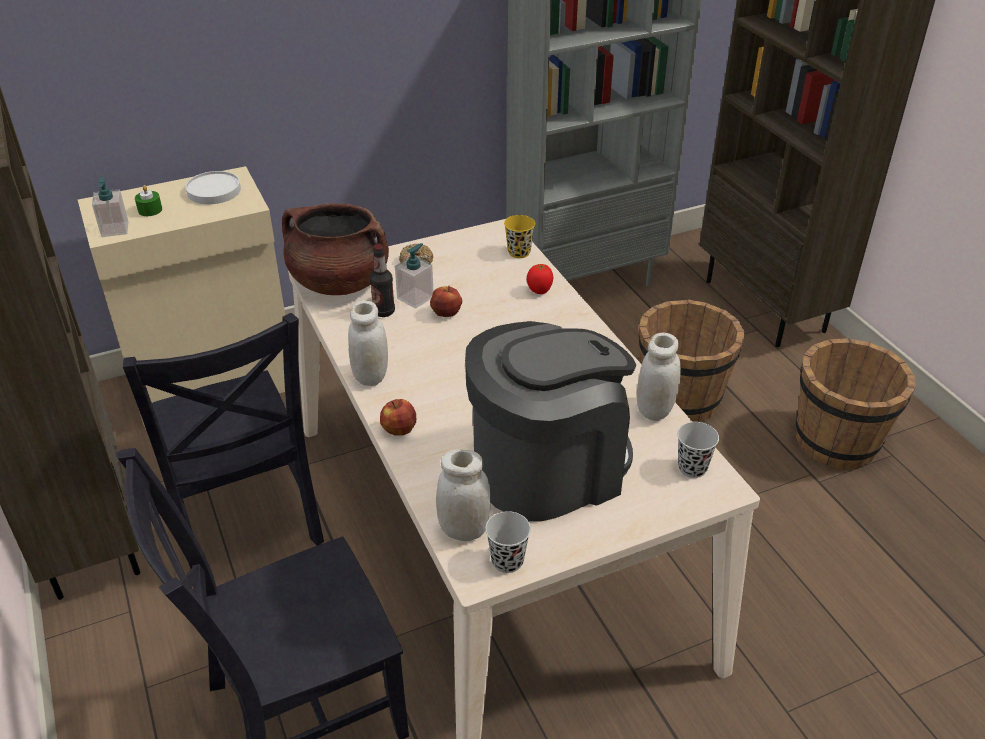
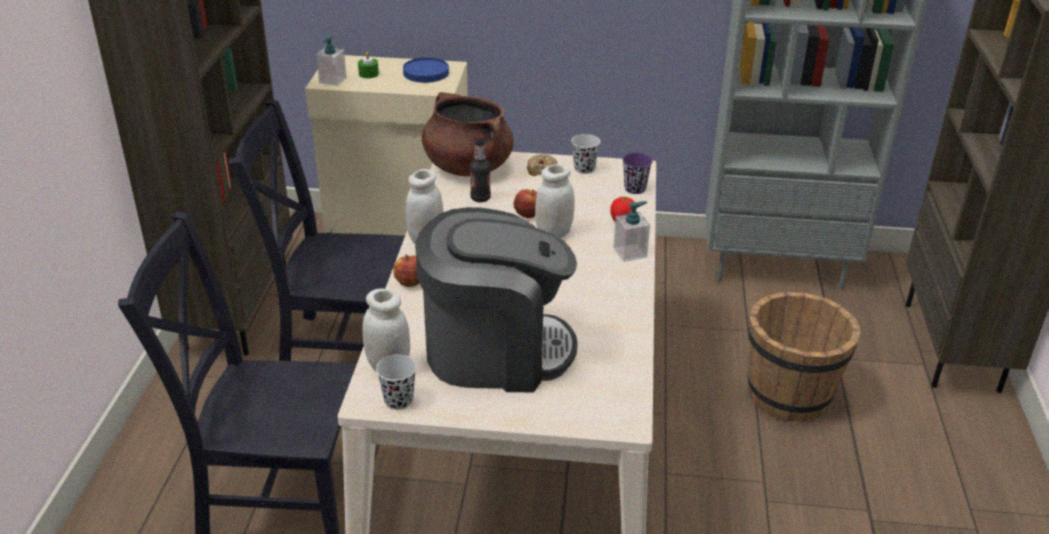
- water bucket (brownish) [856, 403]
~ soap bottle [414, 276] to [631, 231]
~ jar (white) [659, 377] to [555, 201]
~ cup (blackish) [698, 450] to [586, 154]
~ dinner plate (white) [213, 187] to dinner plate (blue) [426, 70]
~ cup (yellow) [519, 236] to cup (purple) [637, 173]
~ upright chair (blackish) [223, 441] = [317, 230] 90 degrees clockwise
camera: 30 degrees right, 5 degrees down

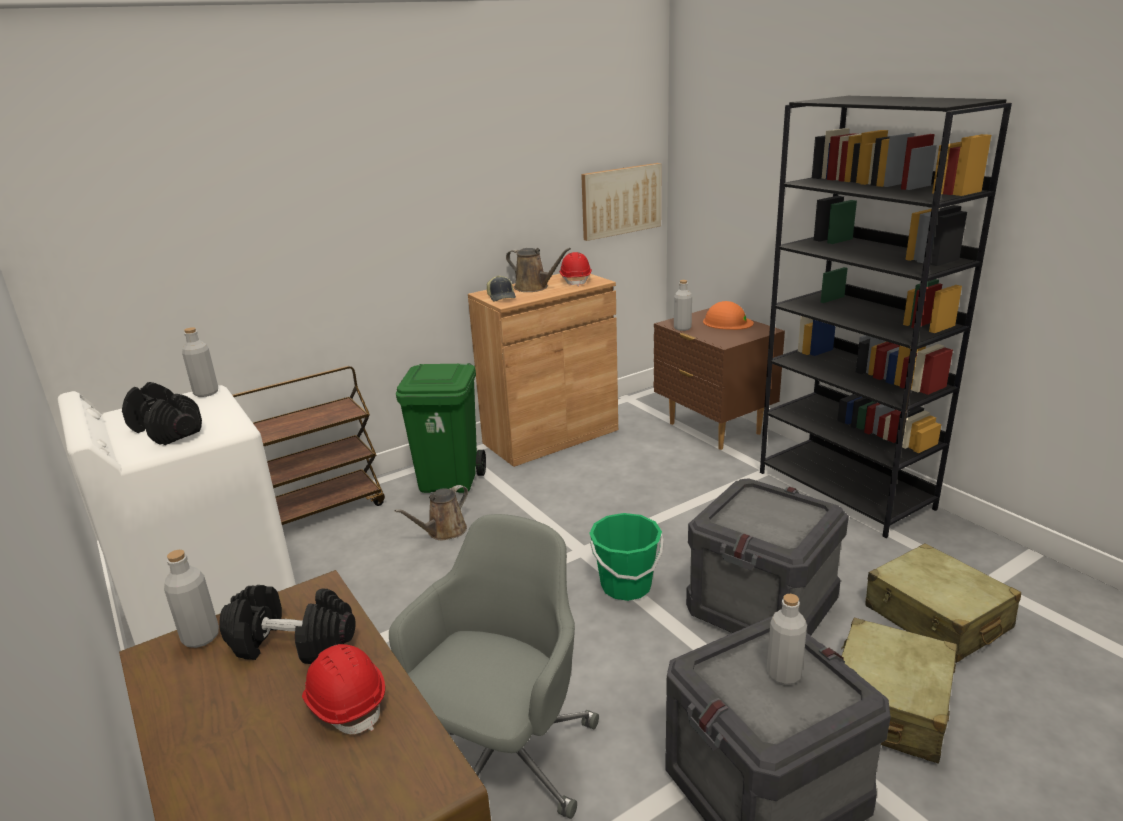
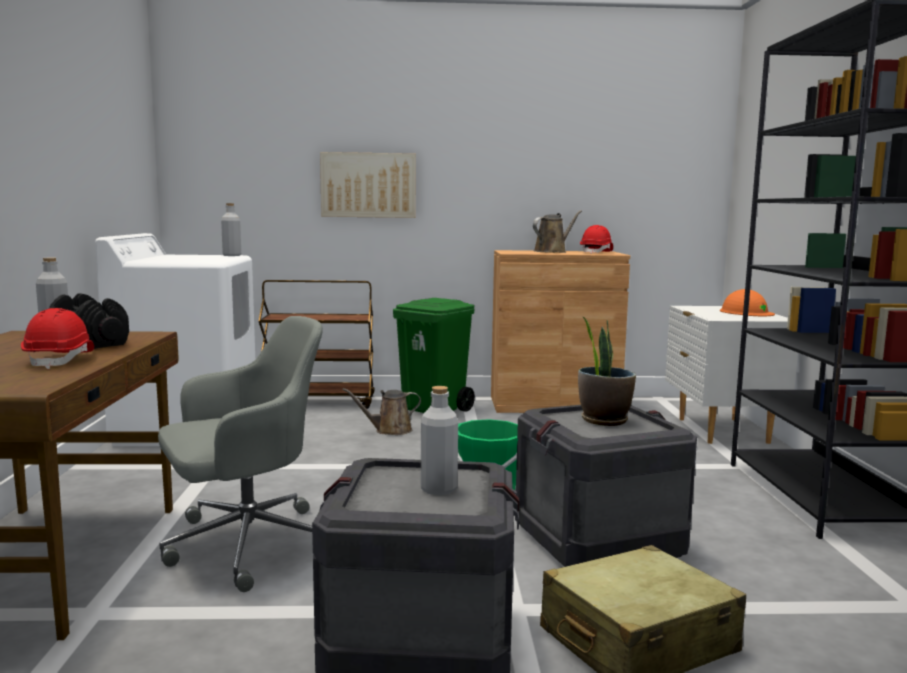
- dumbbell (blackish) [162, 413]
- peaked cap [501, 288]
- bottle (grey) [683, 305]
- suitcase (beige) [943, 603]
+ plant in a pot [607, 371]
~ wall art [621, 202] to [368, 185]
~ bedside table (brownish) [719, 379] to bedside table (white) [731, 375]
~ watering pot (brownish) [538, 270] = [557, 231] 105 degrees counterclockwise
camera: 30 degrees right, 15 degrees down

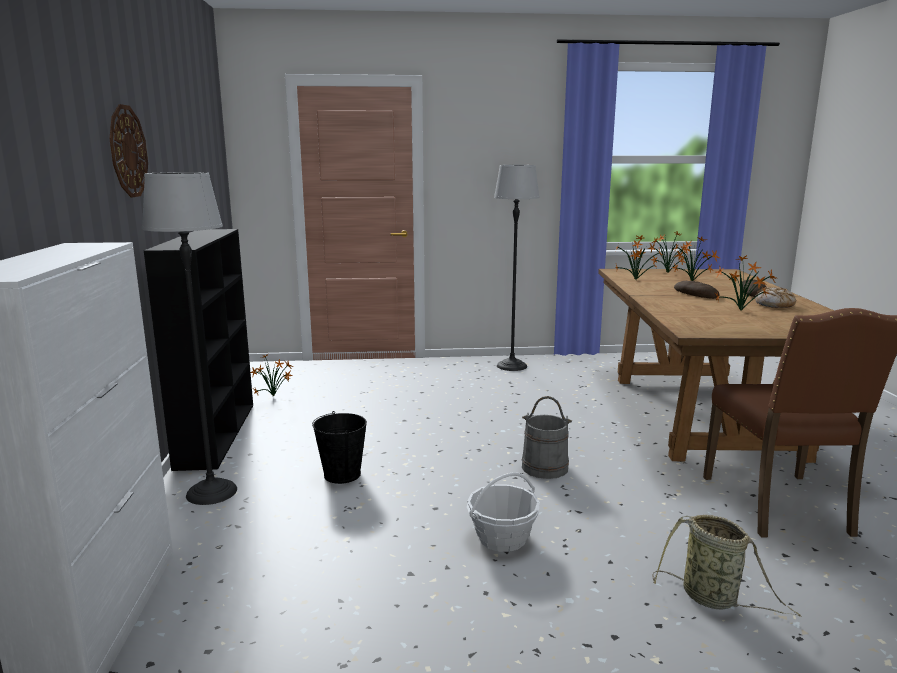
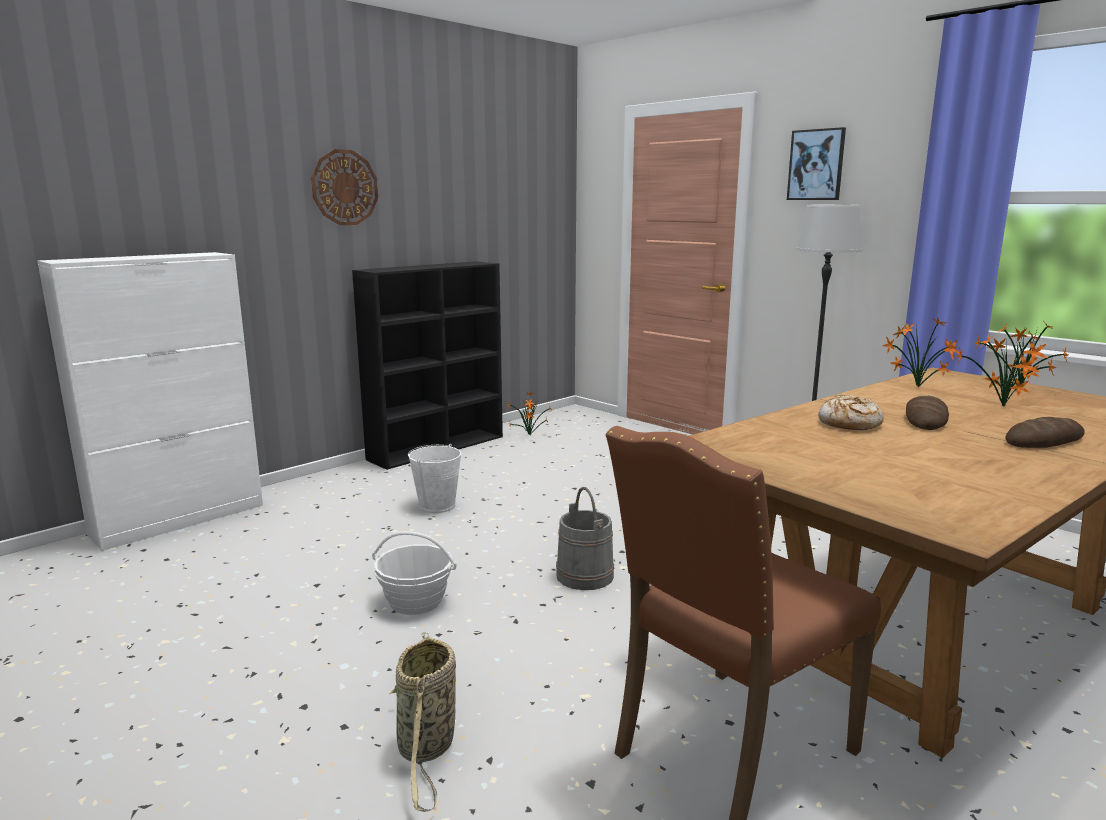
- standing lamp [189, 338]
- plant in a pot [745, 282]
+ wall art [816, 163]
~ bread [775, 297] to [851, 412]
~ water bucket (blackish) [339, 447] to water bucket (white) [434, 478]
camera: 50 degrees right, 0 degrees up

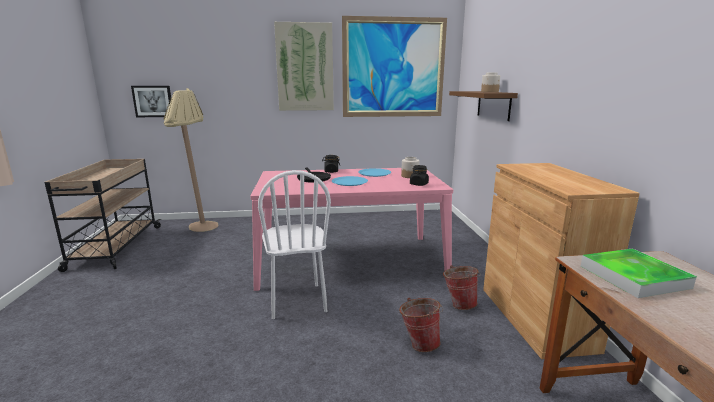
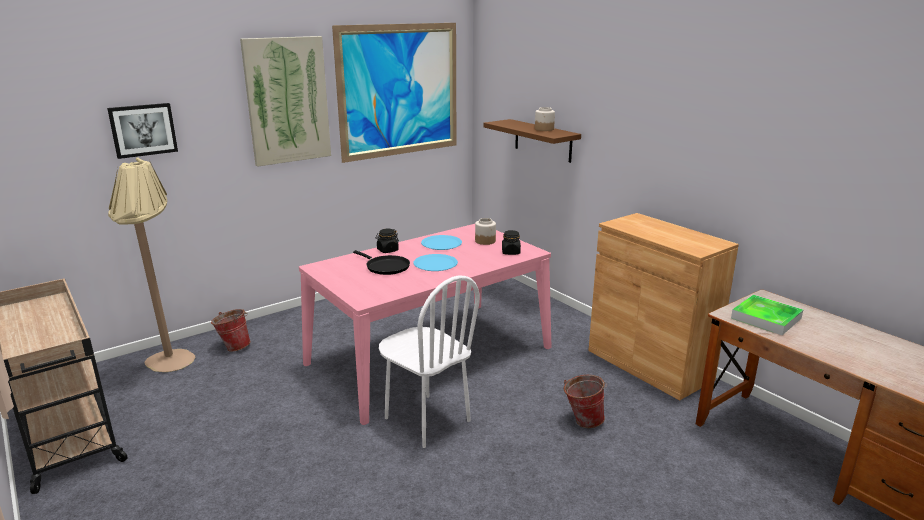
~ wall art [151, 101] to [142, 131]
~ water bucket [462, 287] to [231, 330]
camera: 30 degrees left, 5 degrees up

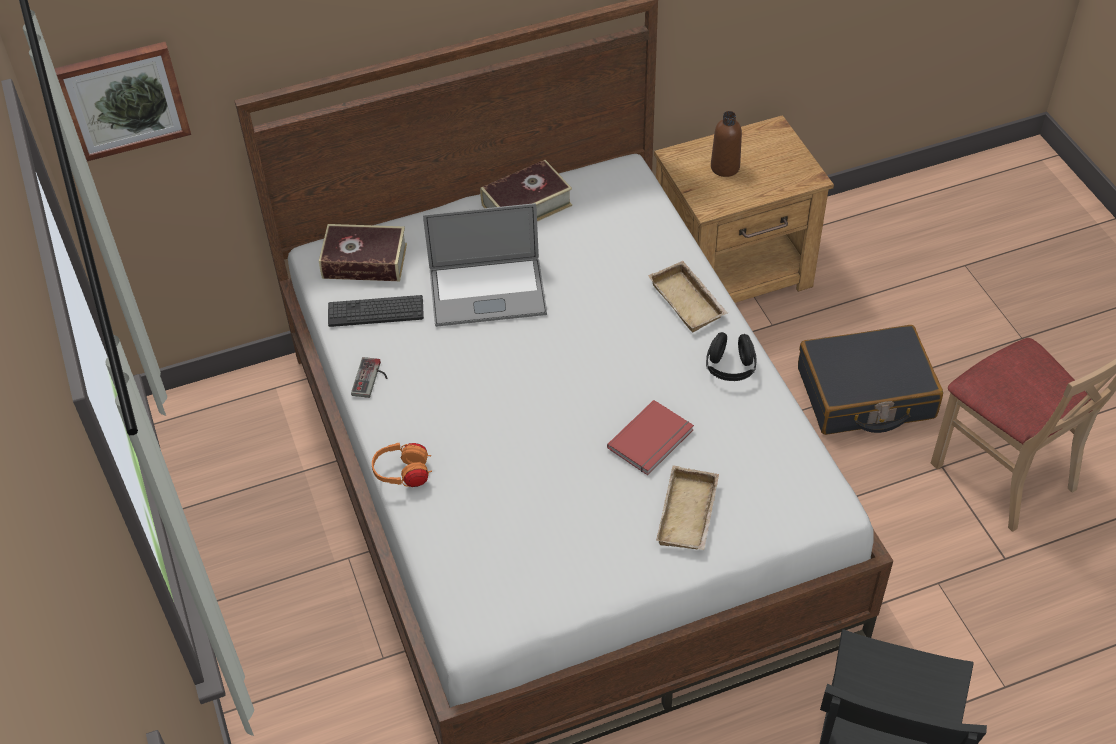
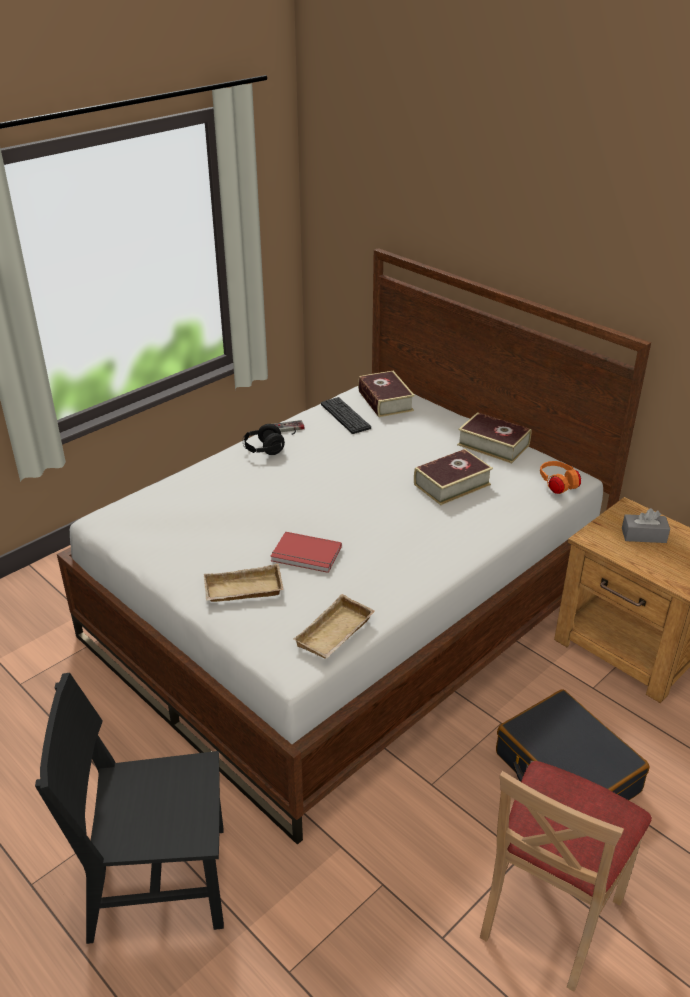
- wall art [122, 101]
- notebook computer [485, 265]
+ bound book [453, 477]
~ headphones (orange-coloured) [402, 465] to [560, 477]
~ serving tray (beige) [688, 296] to [334, 626]
~ headphones (blackish) [731, 356] to [263, 439]
~ bottle (brownish) [726, 144] to box of tissues (grey) [646, 525]
camera: 65 degrees right, 15 degrees down

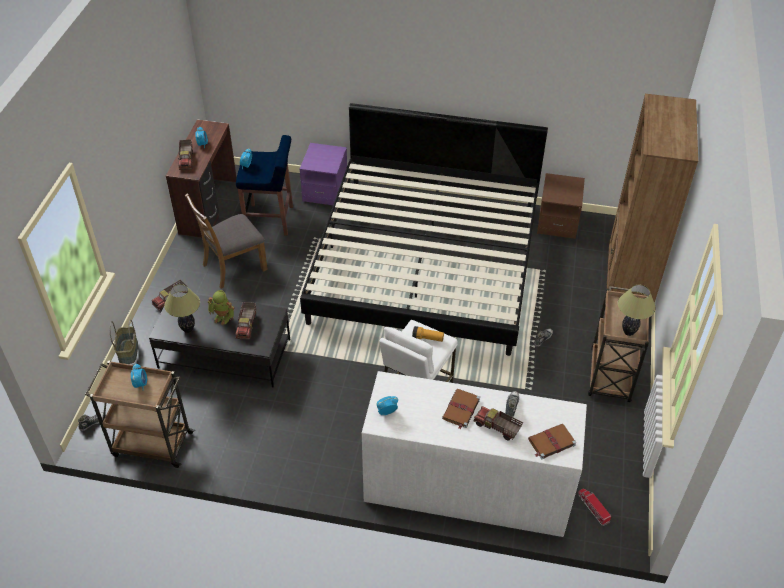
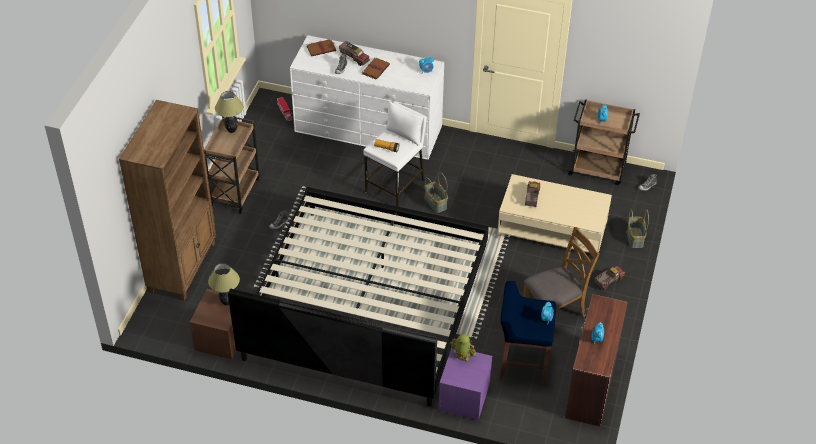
- model truck [185, 154]
+ basket [436, 192]
~ lamp for a table [182, 308] to [224, 284]
~ model robot [221, 307] to [463, 348]
~ lounge table (blackish) [219, 339] to lounge table (beige) [554, 213]
camera: 175 degrees left, 0 degrees up

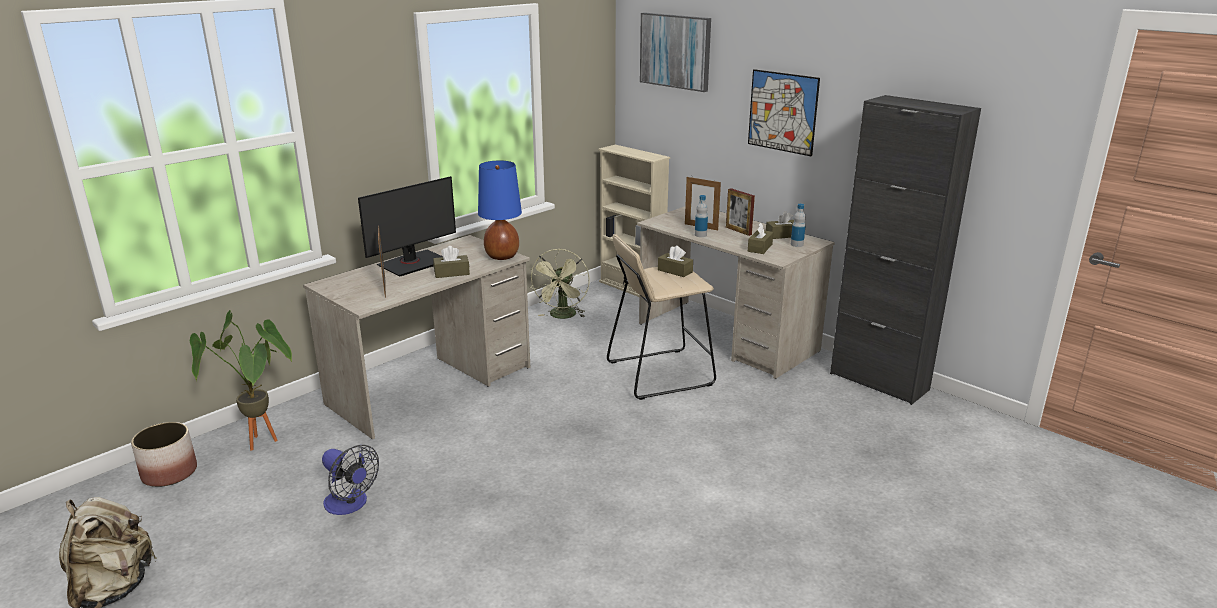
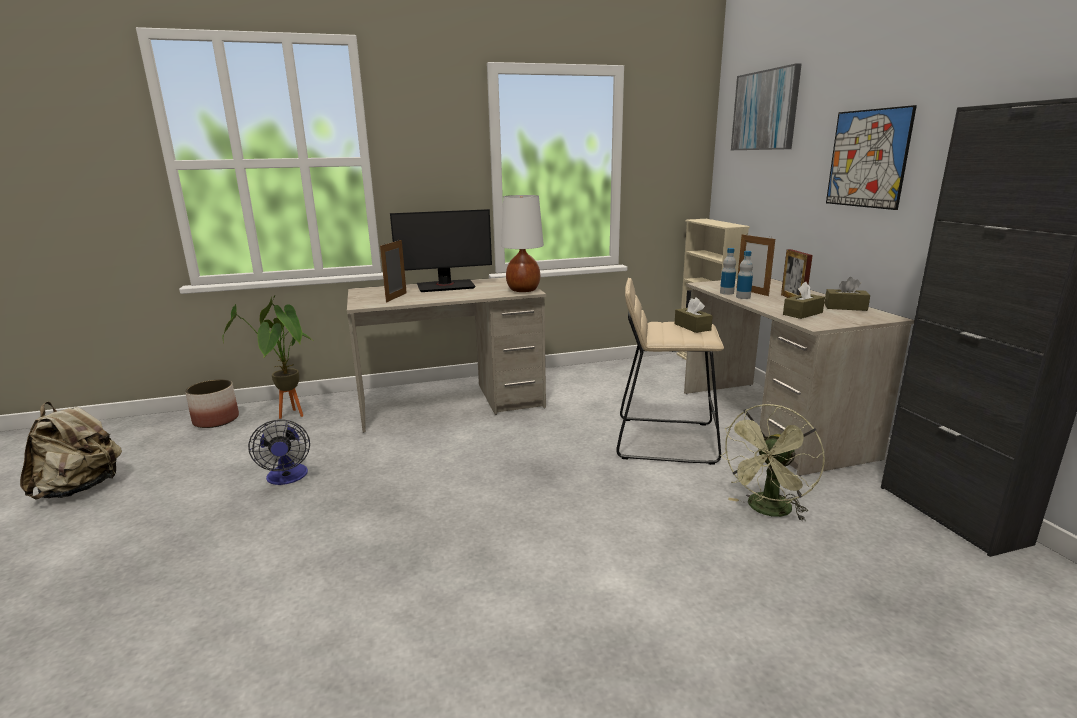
- box of tissues (brownish) [451, 262]
~ cooling fan (greenish) [560, 284] to [772, 463]
~ bottle [798, 225] to [728, 271]
~ lamp for a table (blue) [500, 210] to lamp for a table (white) [522, 243]
camera: 30 degrees right, 5 degrees down

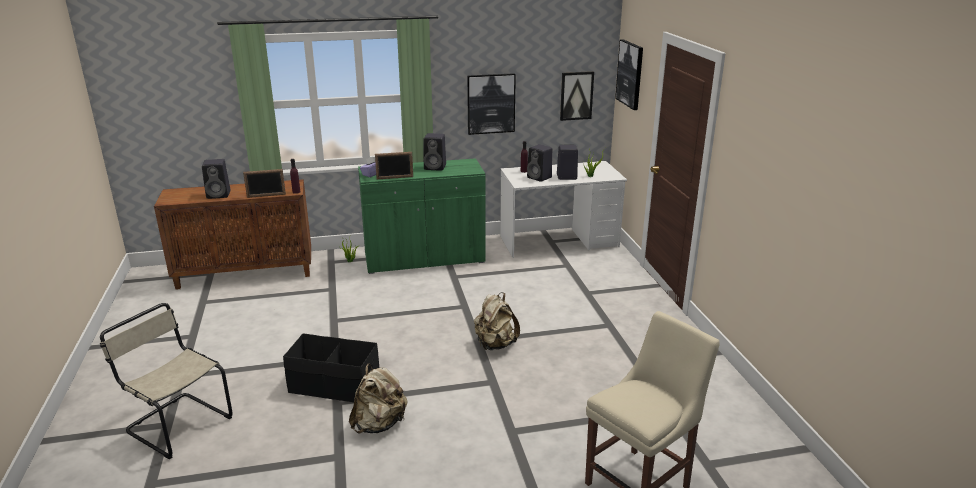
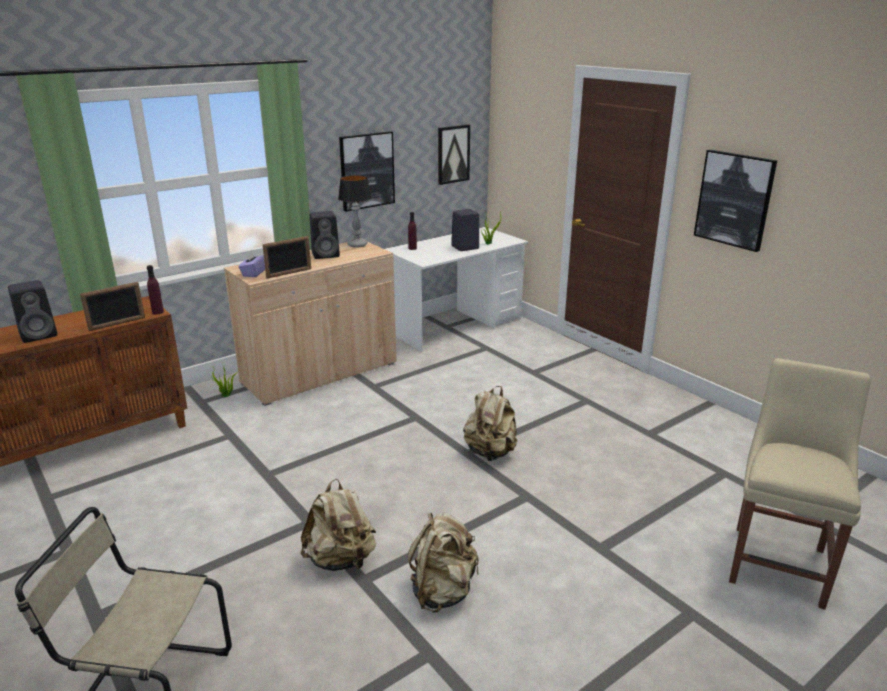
- audio speaker (blackish) [539, 163]
+ lamp for a table [355, 211]
~ wall art [629, 74] to [735, 201]
~ storage box (blackish) [331, 367] to rucksack (beige) [338, 525]
~ cabinet (greenish) [422, 216] to cabinet (beige) [310, 324]
camera: 25 degrees left, 0 degrees up

